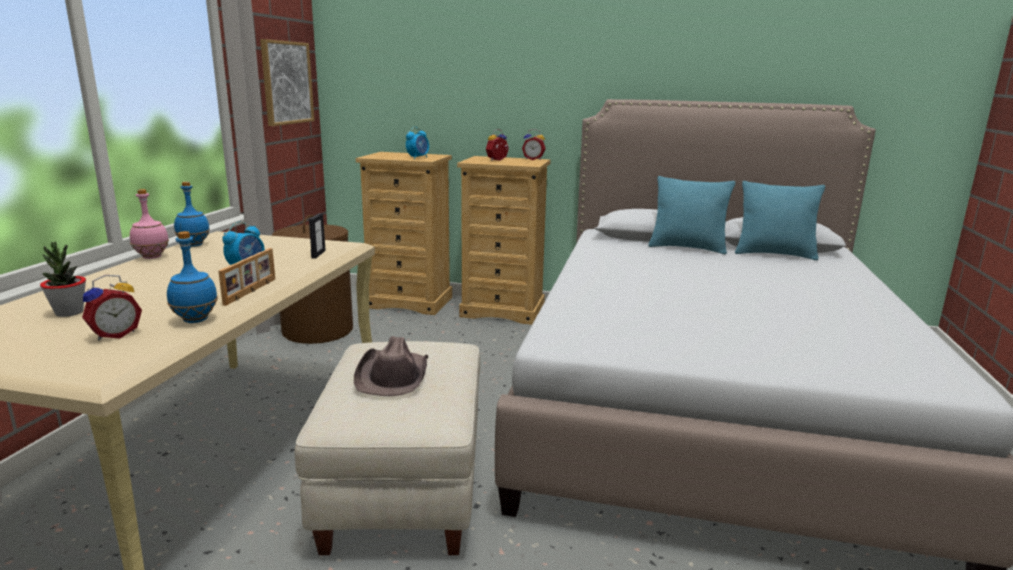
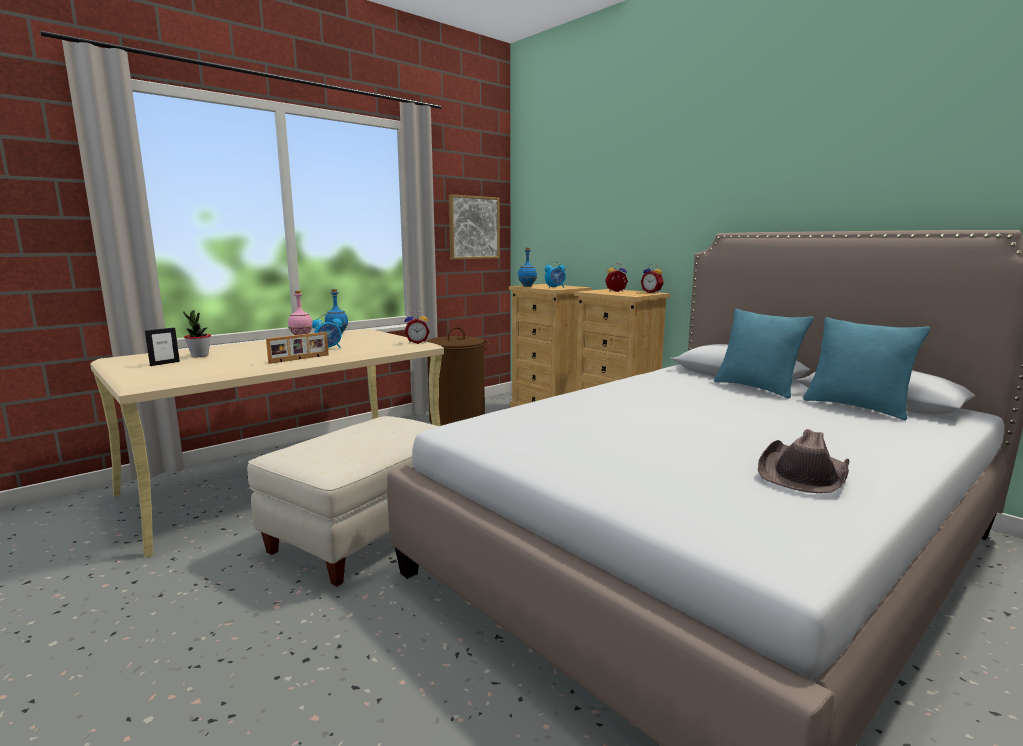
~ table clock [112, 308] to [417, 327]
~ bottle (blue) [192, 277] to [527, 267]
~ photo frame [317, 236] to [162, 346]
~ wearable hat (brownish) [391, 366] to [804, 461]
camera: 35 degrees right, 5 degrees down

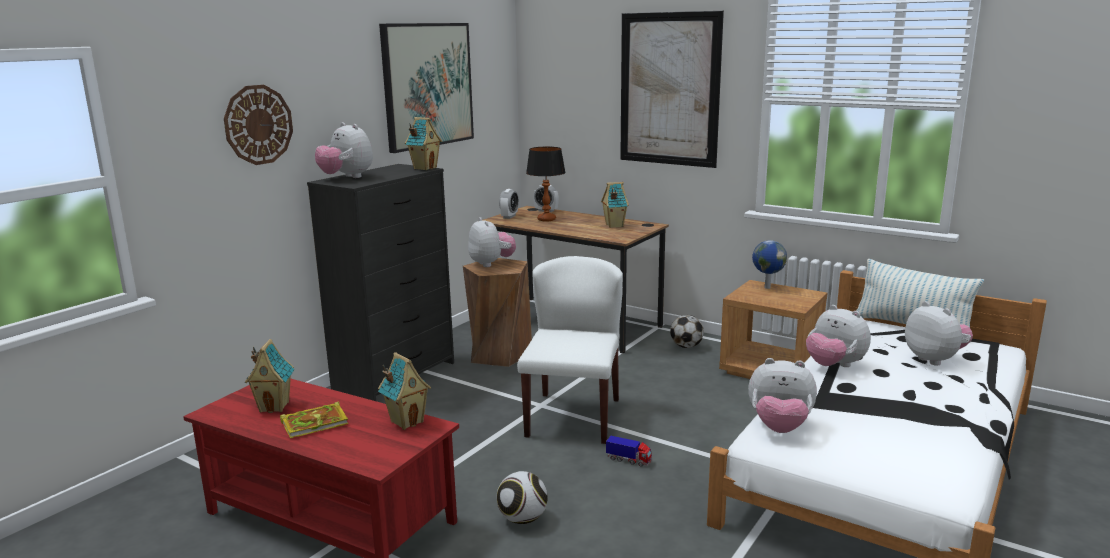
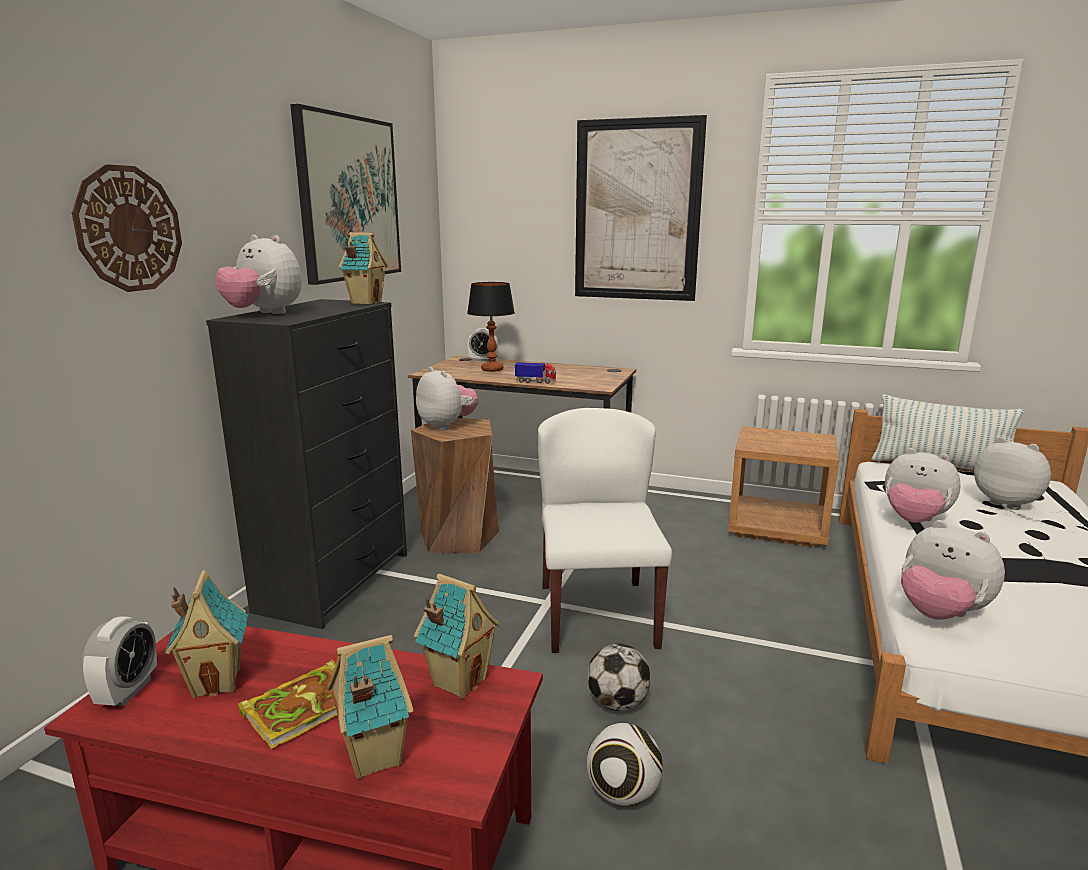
- globe [769, 264]
~ table clock [509, 204] to [119, 661]
~ model house [615, 205] to [370, 707]
~ model truck [629, 451] to [535, 373]
~ ball for football [687, 331] to [619, 677]
~ plush toy [782, 395] = [953, 570] 45 degrees clockwise
camera: 15 degrees left, 0 degrees up

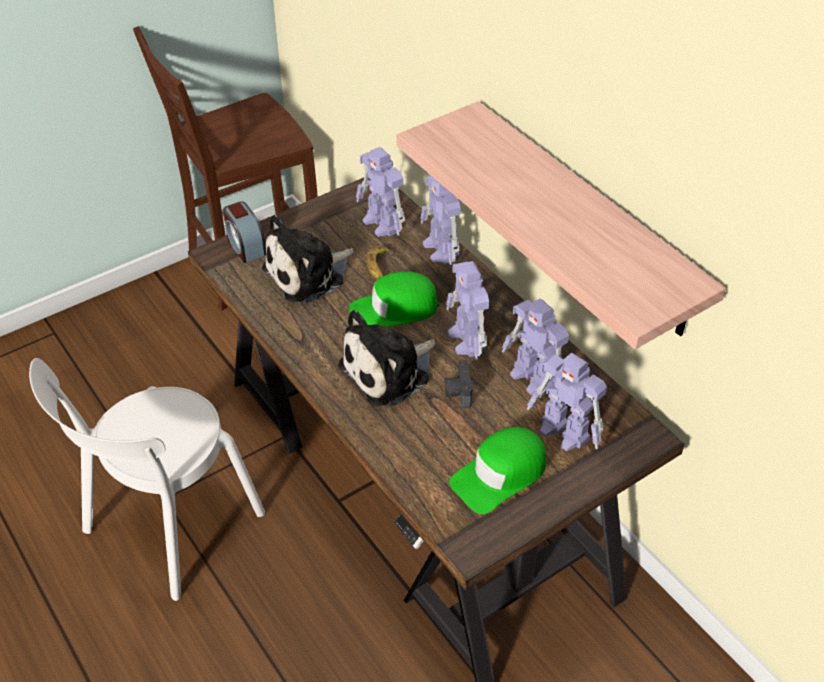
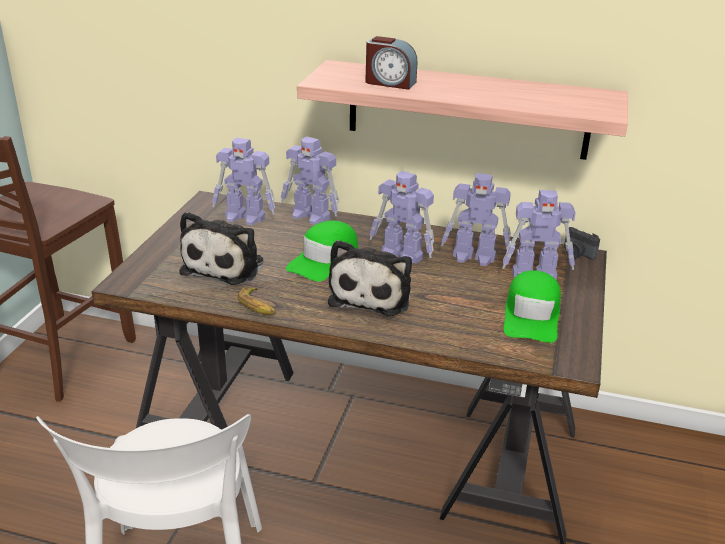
~ table clock [244, 232] to [391, 63]
~ banana fruit [379, 263] to [257, 301]
~ photo camera [459, 384] to [582, 243]
camera: 40 degrees left, 15 degrees down

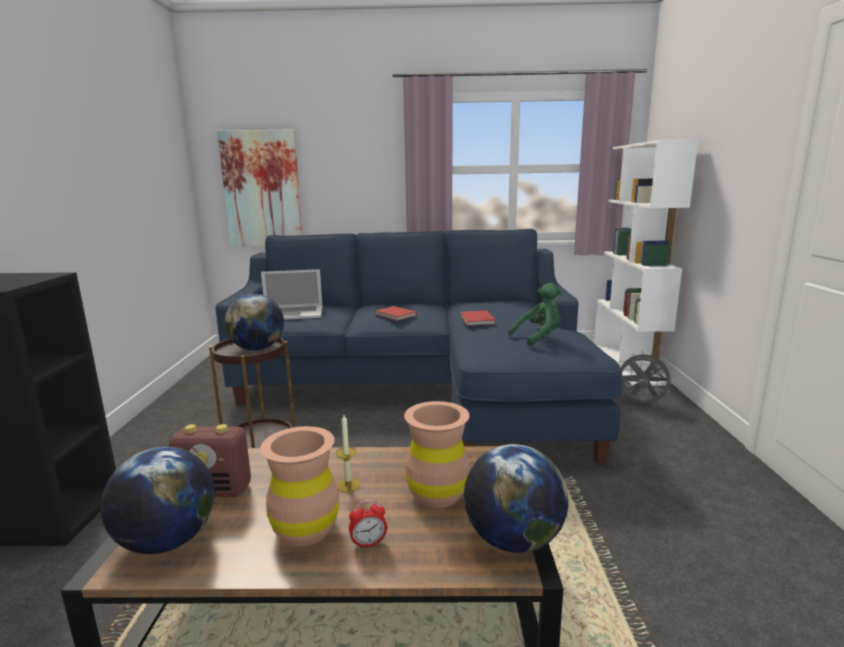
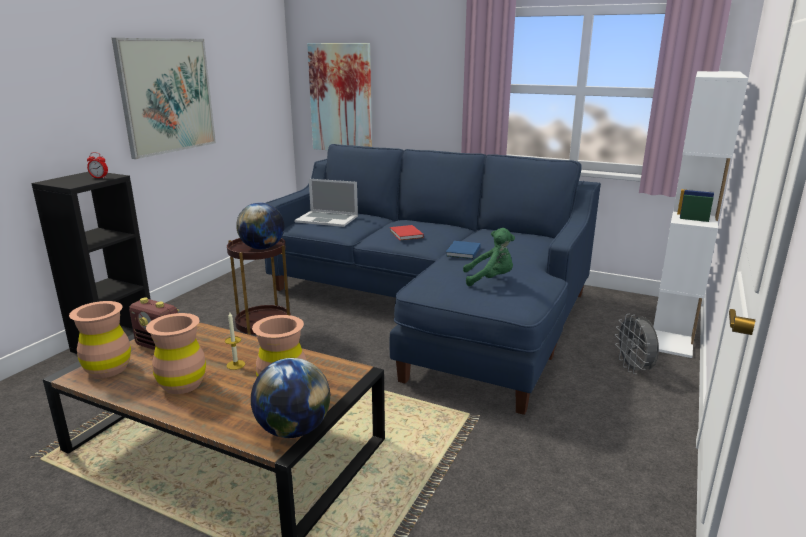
+ wall art [164, 98]
~ table clock [368, 524] to [97, 165]
~ globe [157, 500] to flower vase (brownish) [100, 339]
~ bound book (reddish) [478, 318] to bound book (blue) [463, 250]
~ cooling fan (grey) [646, 377] = [637, 344] 150 degrees counterclockwise
camera: 25 degrees right, 5 degrees up

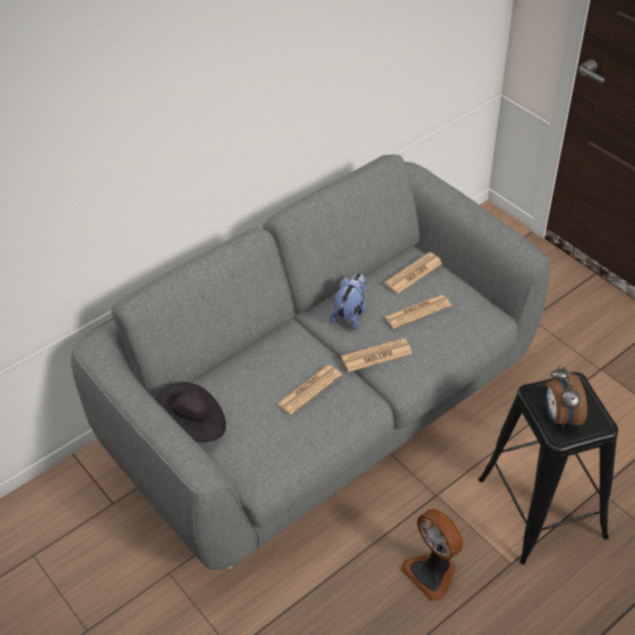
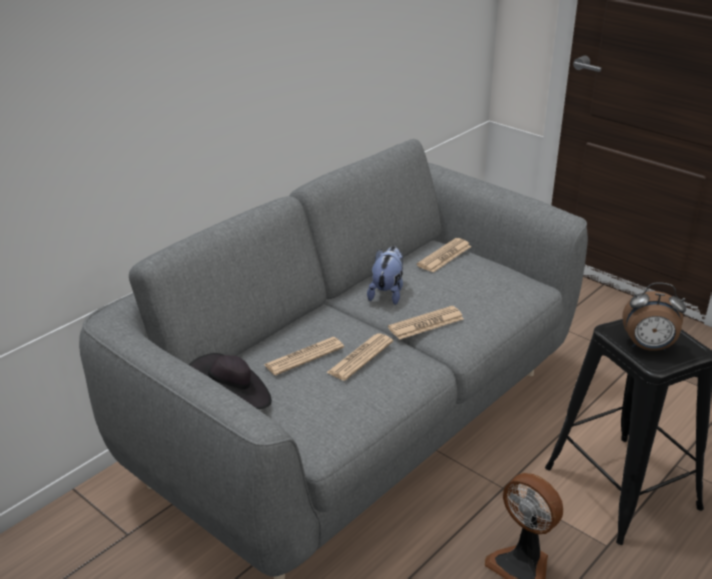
~ daily paper [418, 312] to [304, 356]
~ table clock [565, 397] = [654, 317] 60 degrees counterclockwise
camera: 10 degrees left, 15 degrees down

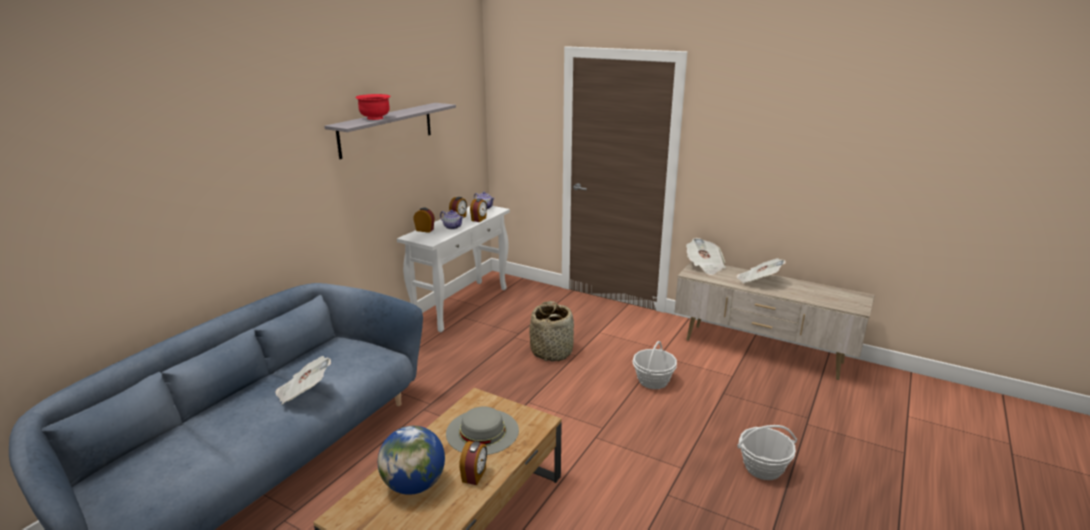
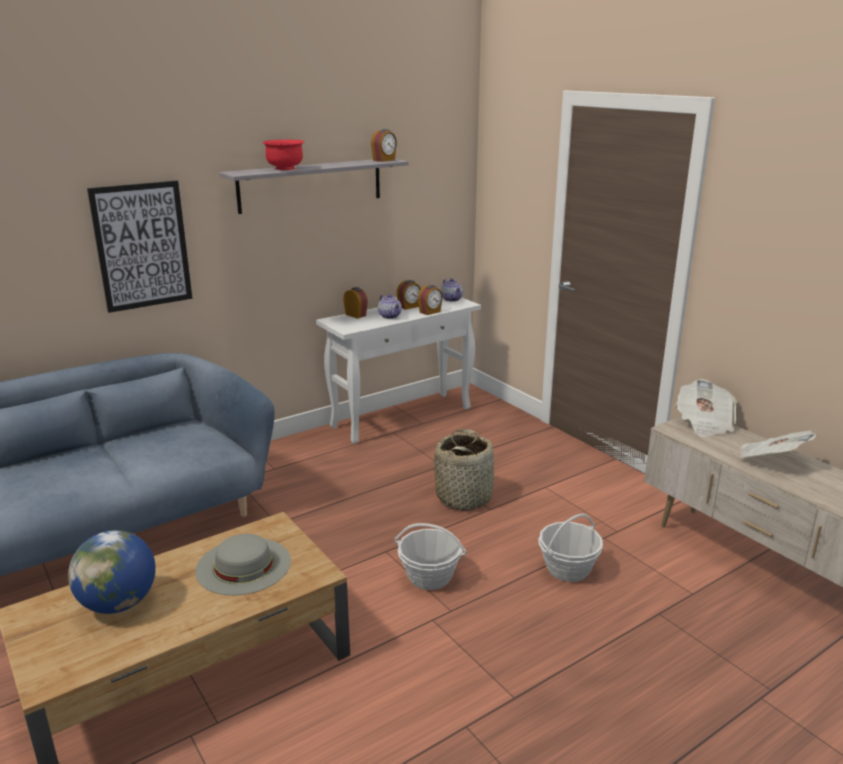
- daily paper [303, 380]
+ wall art [139, 246]
~ table clock [473, 463] to [384, 145]
~ basket [767, 452] to [430, 556]
camera: 25 degrees right, 0 degrees up

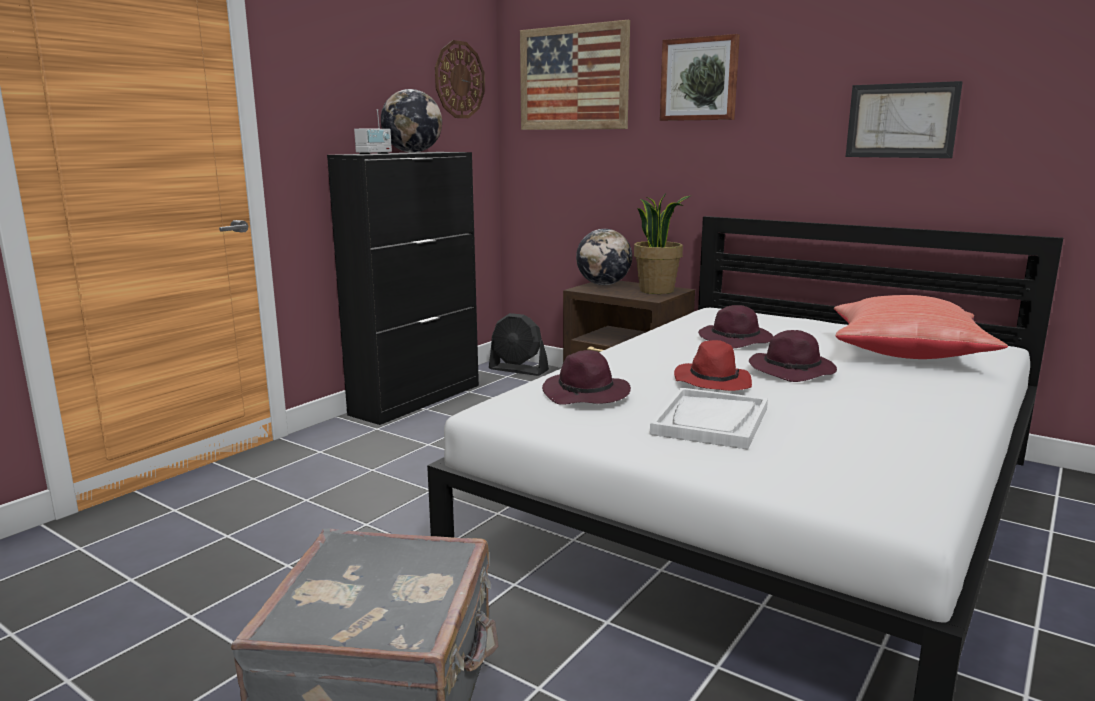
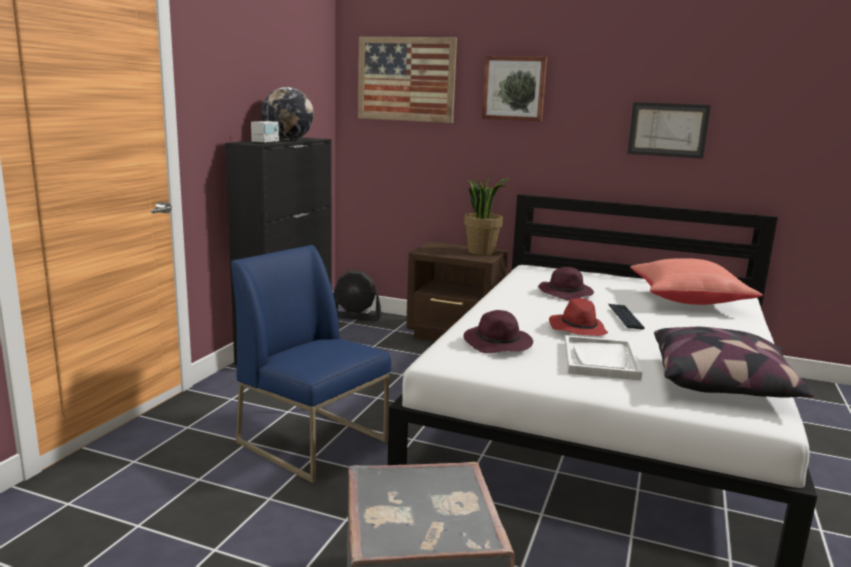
- clock on the wall [460, 79]
- globe [604, 257]
+ upright chair (blue) [311, 364]
+ throw pillow [734, 362]
~ wearable hat (purple) [793, 356] to keyboard [626, 317]
camera: 15 degrees left, 0 degrees up

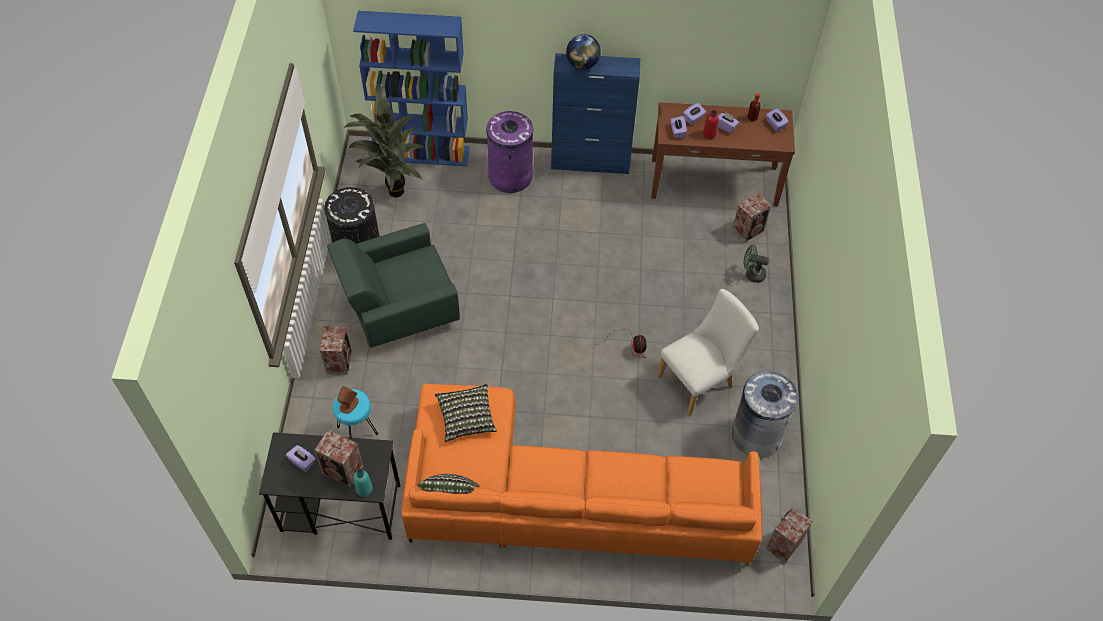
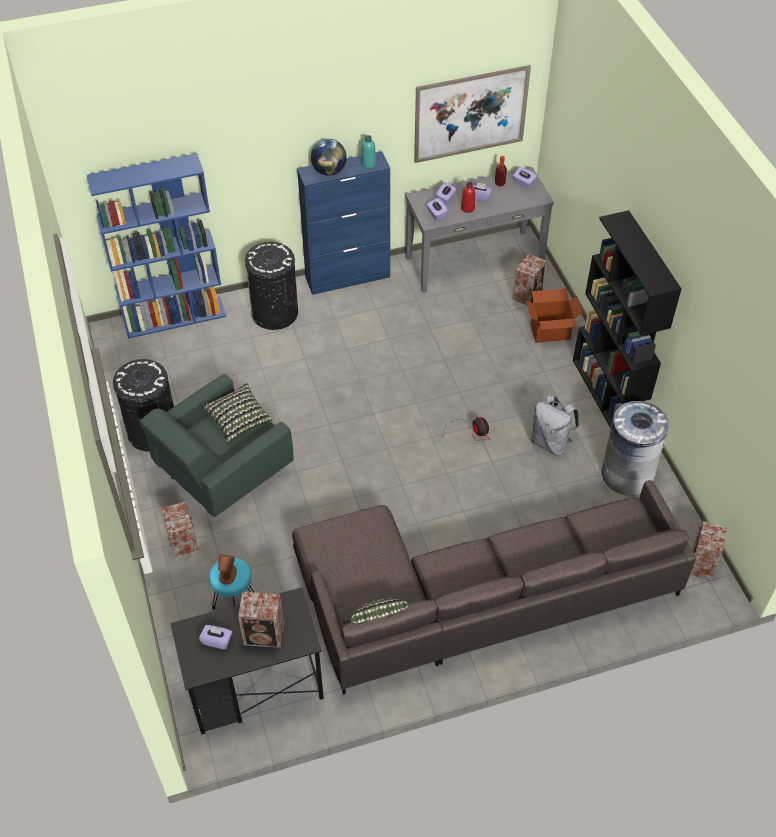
- plant in a pot [384, 140]
+ wall art [472, 114]
+ shelving unit (blackish) [627, 319]
~ bottle (turquoise-coloured) [363, 483] to [369, 151]
~ throw pillow [466, 413] to [236, 413]
~ upright chair (white) [708, 352] to rucksack (grey) [555, 425]
~ cooling fan (greenish) [756, 264] to packing box [554, 315]
~ sofa (orange-coloured) [581, 474] to sofa (grey) [494, 587]
~ waste bin (purple) [509, 152] to waste bin (blackish) [271, 286]
~ narrow table (brownish) [723, 154] to narrow table (grey) [479, 230]
camera: 20 degrees left, 5 degrees down

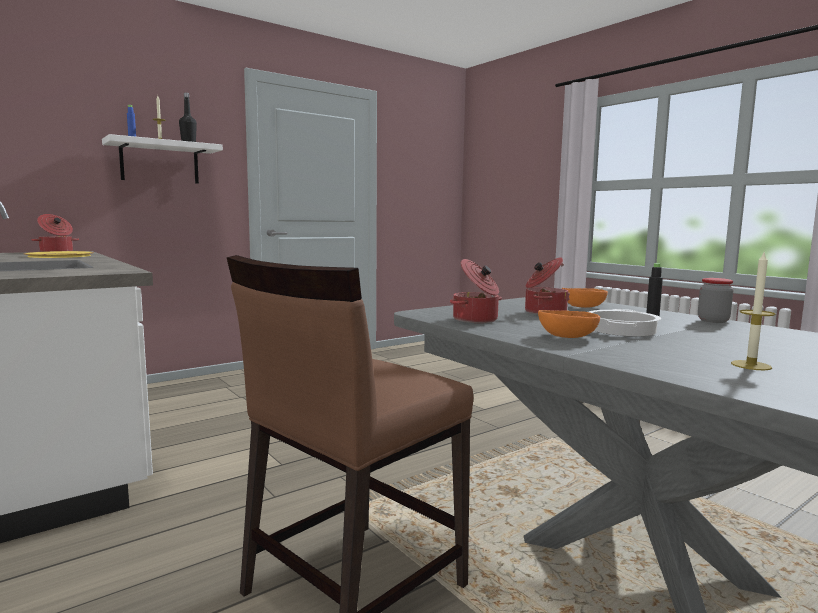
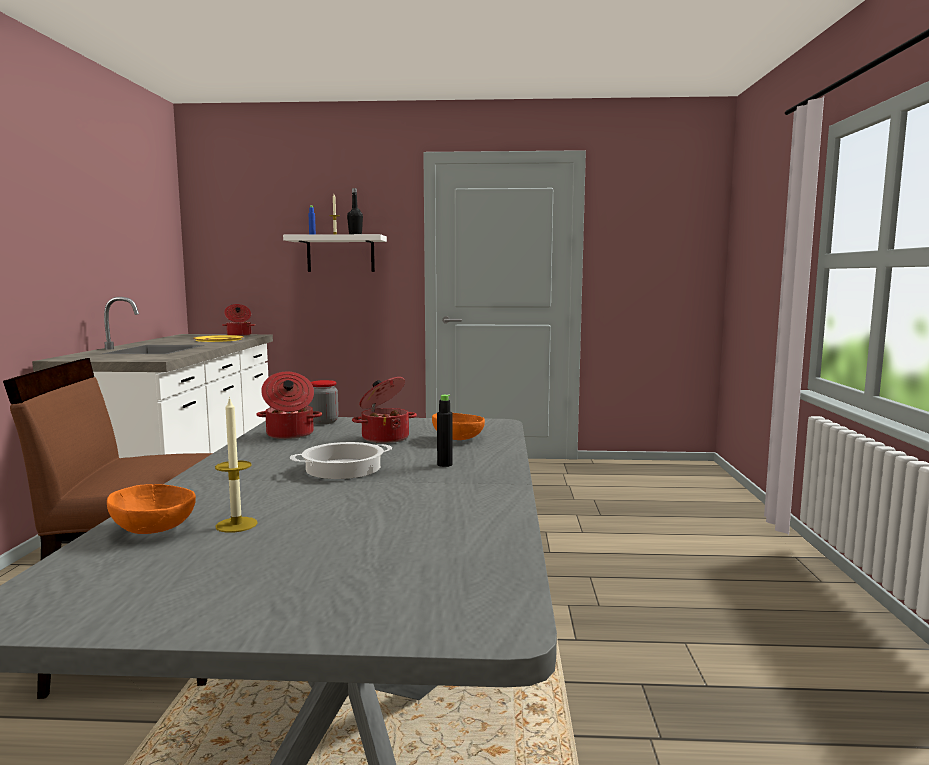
~ bowl (orange-coloured) [569, 324] to [151, 509]
~ jar [715, 300] to [323, 402]
camera: 40 degrees right, 0 degrees up

